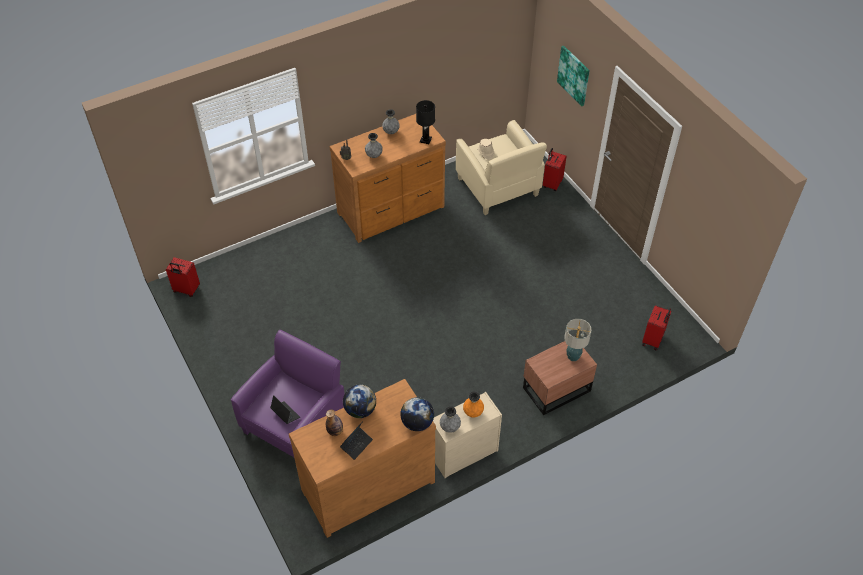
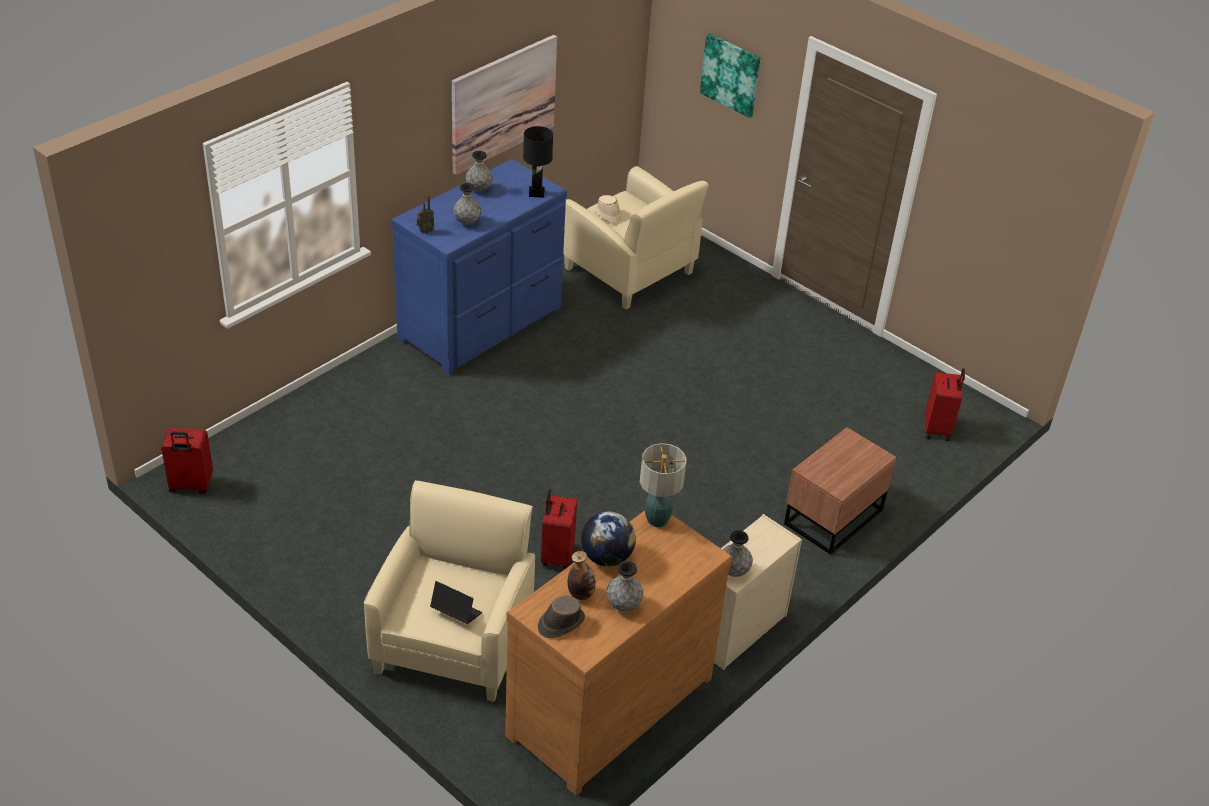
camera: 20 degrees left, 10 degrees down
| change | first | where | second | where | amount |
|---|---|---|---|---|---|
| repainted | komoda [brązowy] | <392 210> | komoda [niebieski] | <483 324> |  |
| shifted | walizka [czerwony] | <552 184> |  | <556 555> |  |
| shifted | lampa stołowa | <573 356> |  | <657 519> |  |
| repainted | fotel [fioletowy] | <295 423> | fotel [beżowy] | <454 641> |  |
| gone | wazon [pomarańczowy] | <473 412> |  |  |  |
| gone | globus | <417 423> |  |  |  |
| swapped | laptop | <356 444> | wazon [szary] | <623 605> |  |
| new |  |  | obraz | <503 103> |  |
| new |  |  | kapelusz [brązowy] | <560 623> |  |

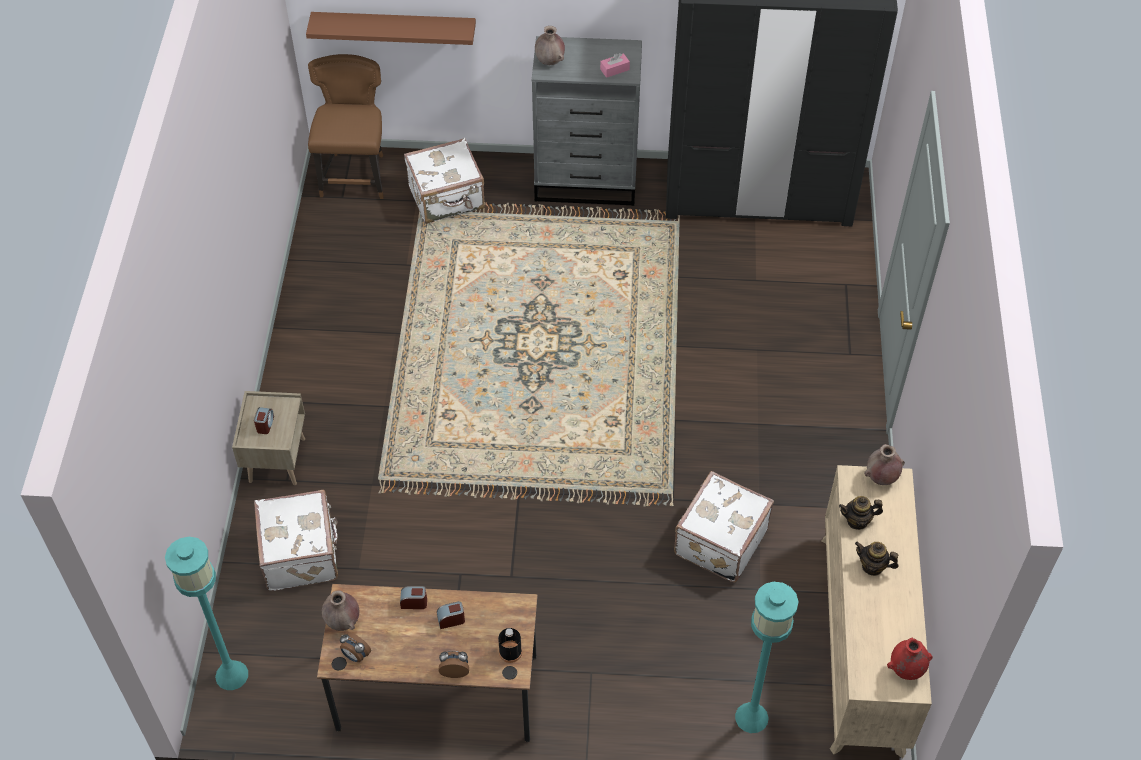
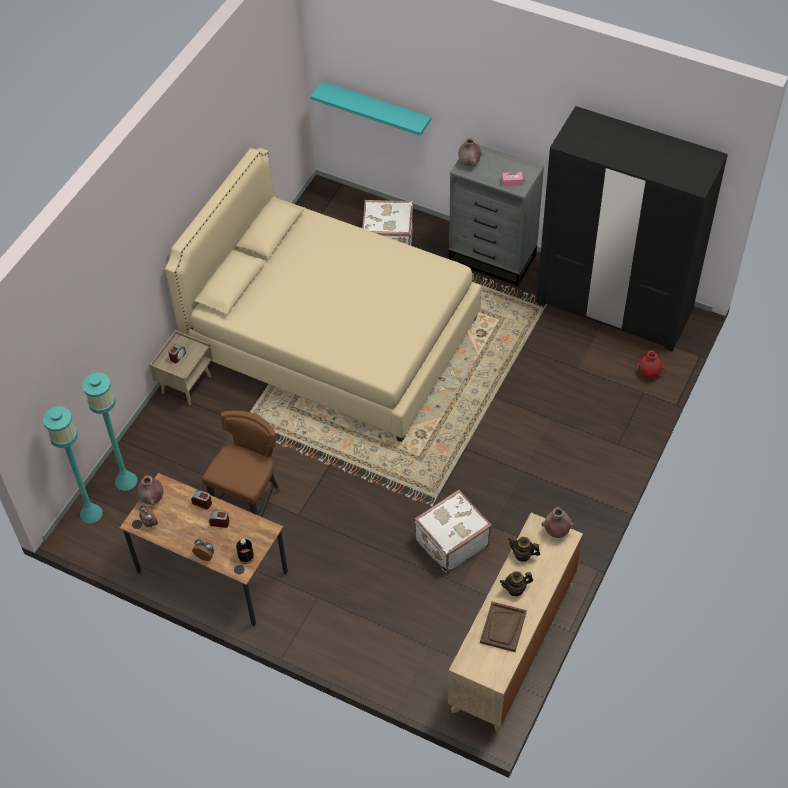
camera: 25 degrees right, 0 degrees up
| change | first | where | second | where | amount |
|---|---|---|---|---|---|
| repainted | półka [brązowy] | <394 27> | półka [turkusowy] | <376 108> |  |
| shifted | krzesło [brązowy] | <355 175> |  | <249 502> |  |
| gone | walizka [biały] | <302 554> |  |  |  |
| rotated | imbryk | <872 566> |  | <515 589> | 60 degrees counterclockwise |
| shifted | lampa stojąca [turkusowy] | <751 718> |  | <126 481> |  |
| shifted | wazon [czerwony] | <906 670> |  | <648 374> |  |
| new |  |  | łóżko [beżowy] | <333 337> |  |
| new |  |  | taca [brązowy] | <503 627> |  |

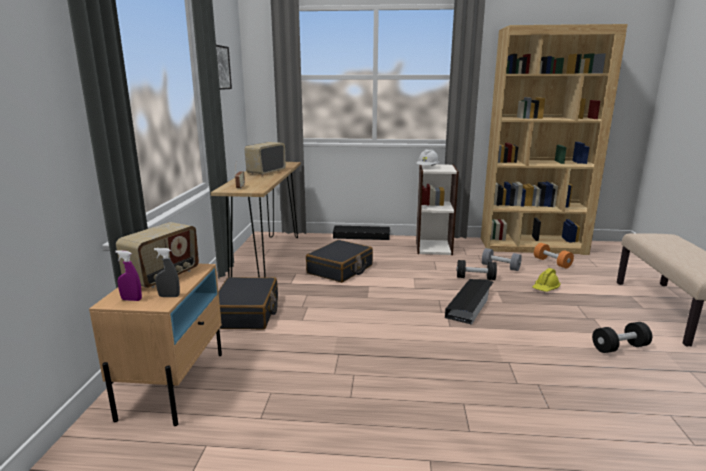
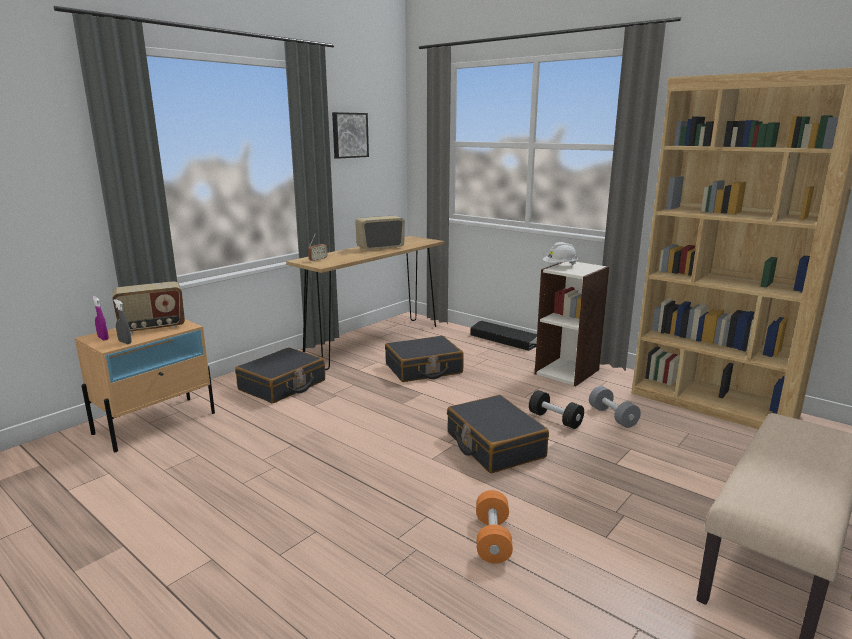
camera: 35 degrees right, 0 degrees up
| change | first | where | second | where | amount |
|---|---|---|---|---|---|
| shifted | hantel [pomarańczowy] | <552 262> |  | <492 539> |  |
| gone | kask [żółty] | <545 288> |  |  |  |
| swapped | pojemnik do przechowywania [czarny] | <470 304> | walizka [czarny] | <494 445> |  |
| gone | hantel [czarny] | <619 347> |  |  |  |

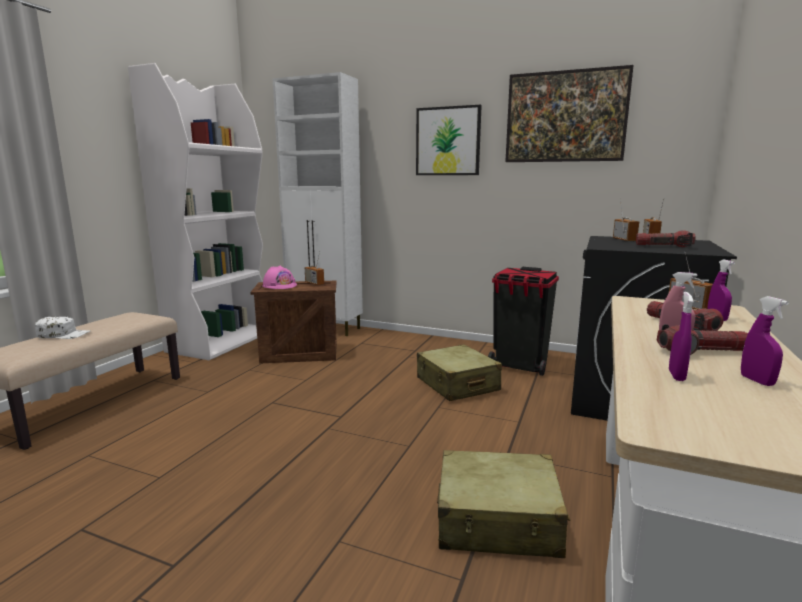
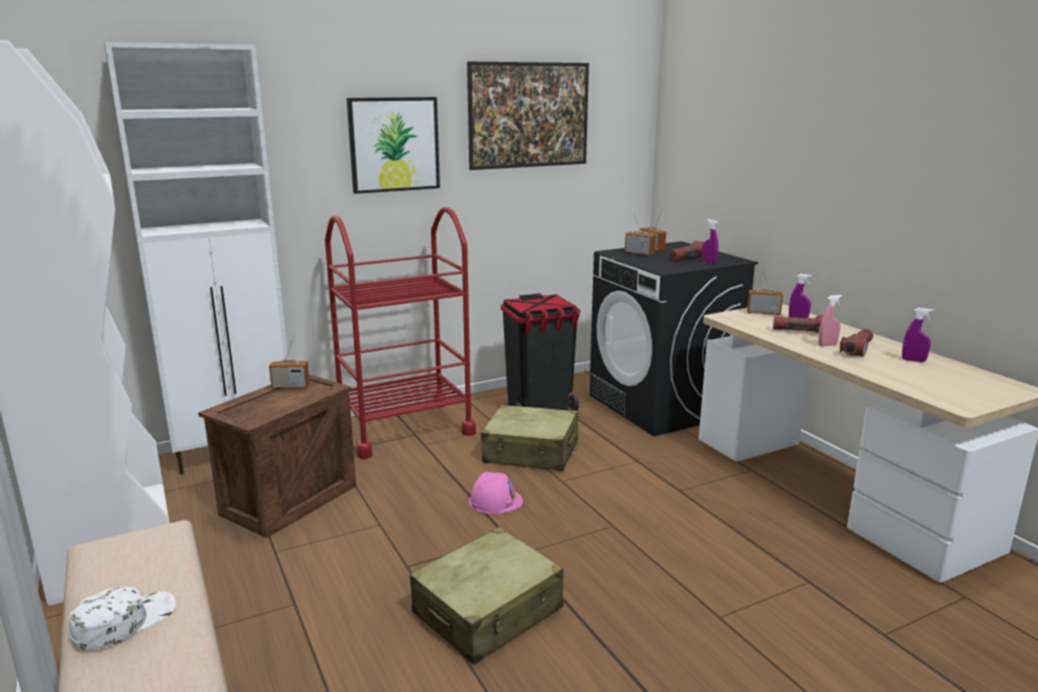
camera: 50 degrees left, 5 degrees up
| change | first | where | second | where | amount |
|---|---|---|---|---|---|
| shifted | kask [różowy] | <279 285> |  | <495 501> |  |
| shifted | spryskiwacz [fioletowy] | <676 376> |  | <709 262> |  |
| shifted | walizka [beżowy] | <498 520> |  | <488 611> |  |
| new |  |  | wózek [czerwony] | <404 428> |  |

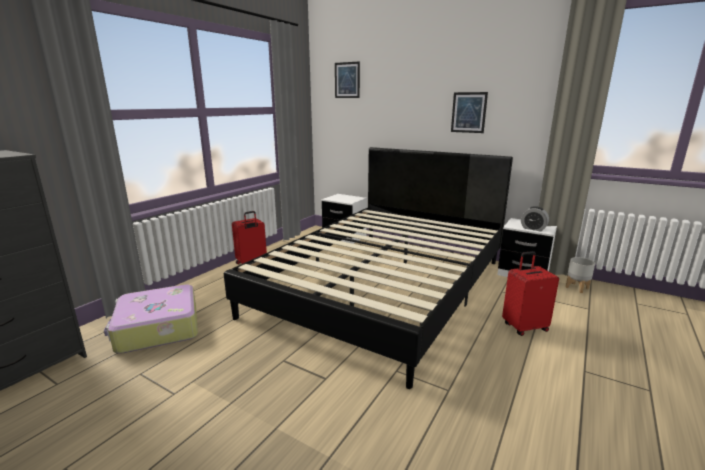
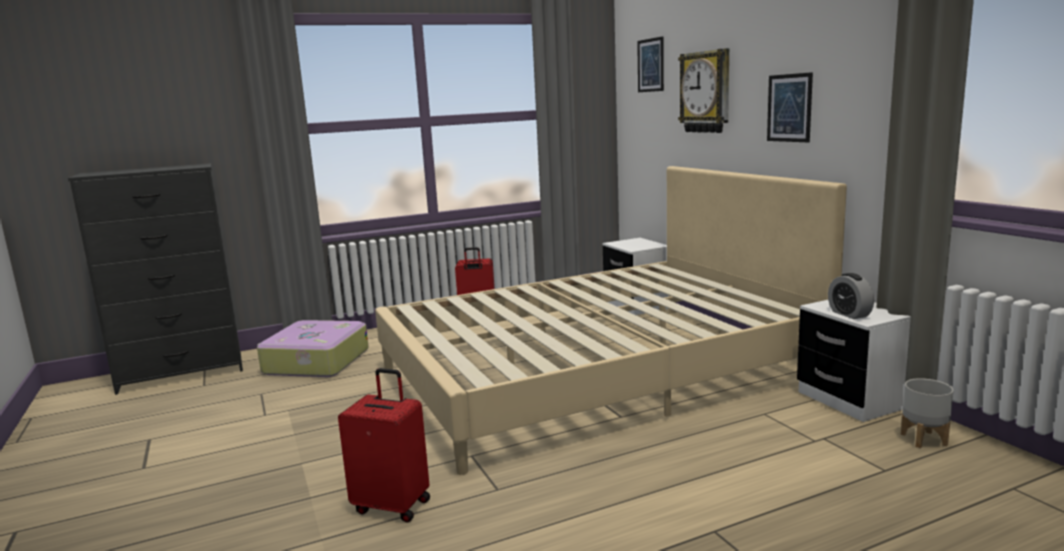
camera: 35 degrees right, 5 degrees down
| change | first | where | second | where | amount |
|---|---|---|---|---|---|
| repainted | łóżko [czarny] | <384 286> | łóżko [beżowy] | <596 372> |  |
| shifted | walizka [czerwony] | <524 327> |  | <393 505> |  |
| new |  |  | zegar ścienny | <706 92> |  |

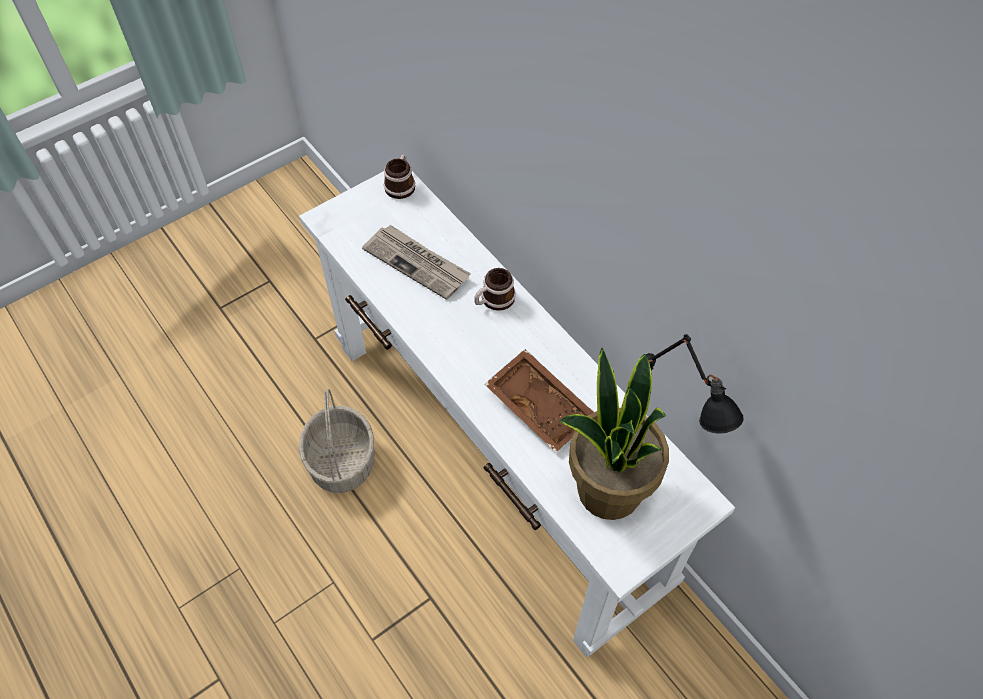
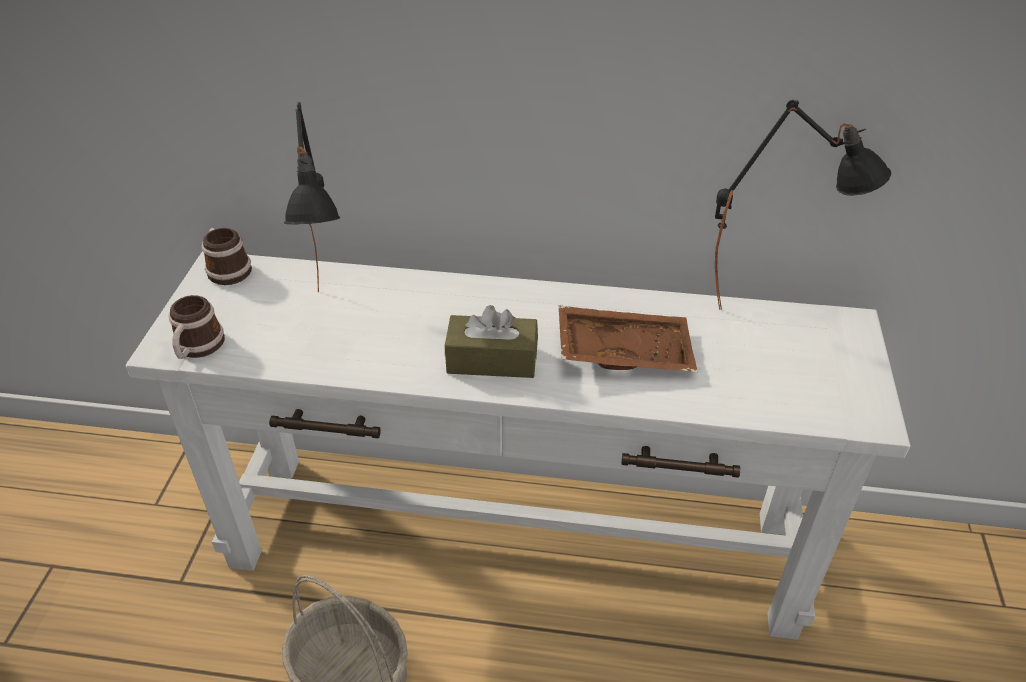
camera: 45 degrees left, 15 degrees down
| change | first | where | second | where | amount |
|---|---|---|---|---|---|
| swapped | gazeta | <417 263> | lampa stołowa [czarny] | <336 320> |  |
| shifted | kubek | <493 300> |  | <197 348> |  |
| gone | roślina doniczkowa | <607 489> |  |  |  |
| new |  |  | pudełko chusteczek [brązowy] | <492 360> |  |

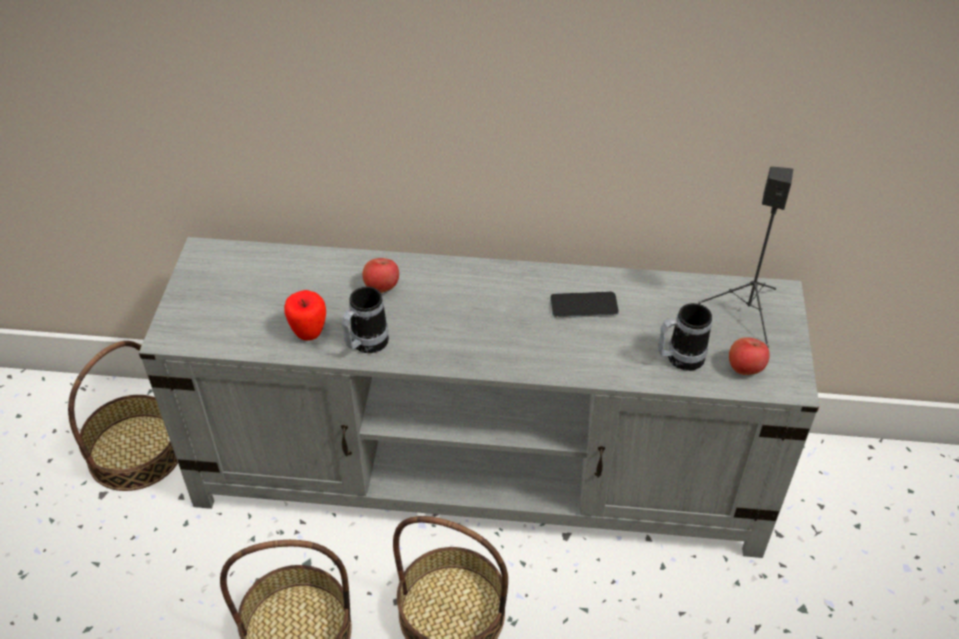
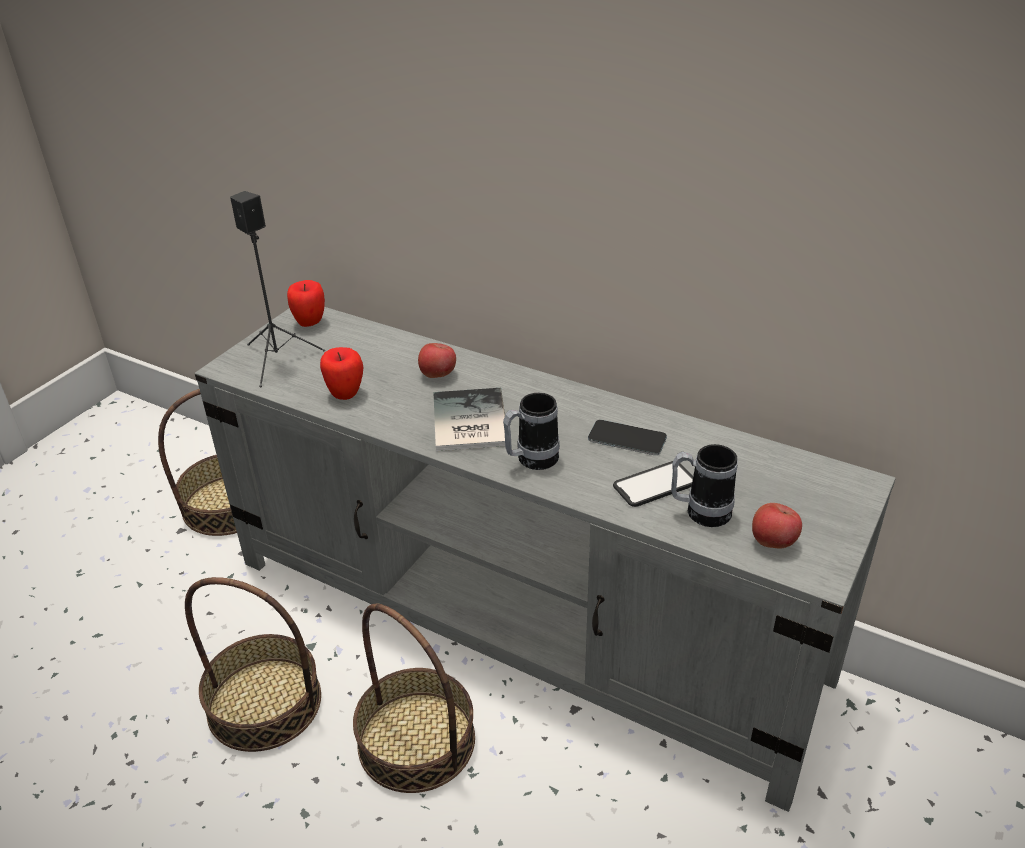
camera: 25 degrees right, 10 degrees down
| change | first | where | second | where | amount |
|---|---|---|---|---|---|
| shifted | głośnik [czarny] | <747 311> |  | <279 359> |  |
| shifted | kubek | <365 345> |  | <531 461> |  |
| new |  |  | jabłko | <310 323> |  |
| new |  |  | książka | <467 422> |  |
| new |  |  | telefon | <654 485> |  |

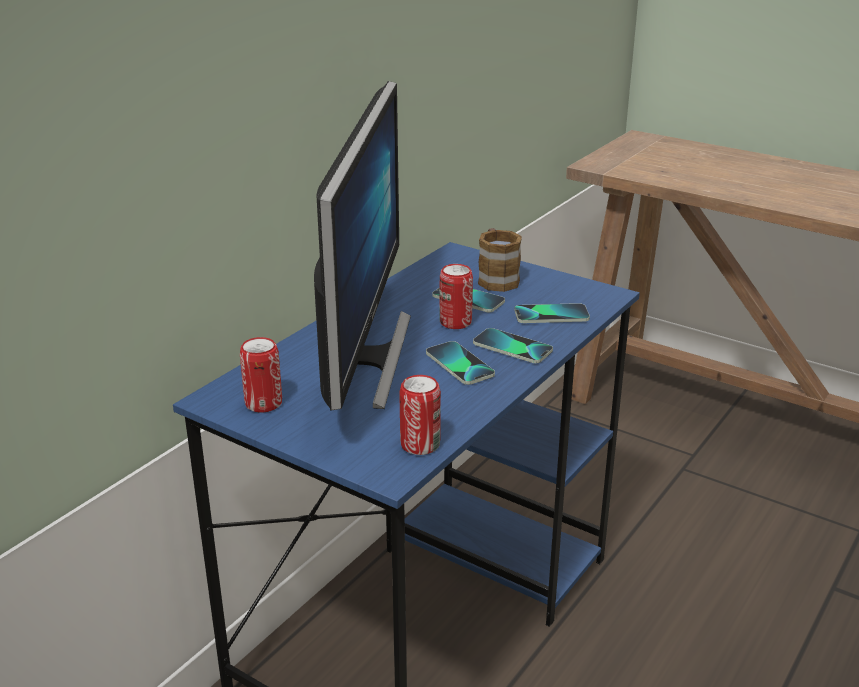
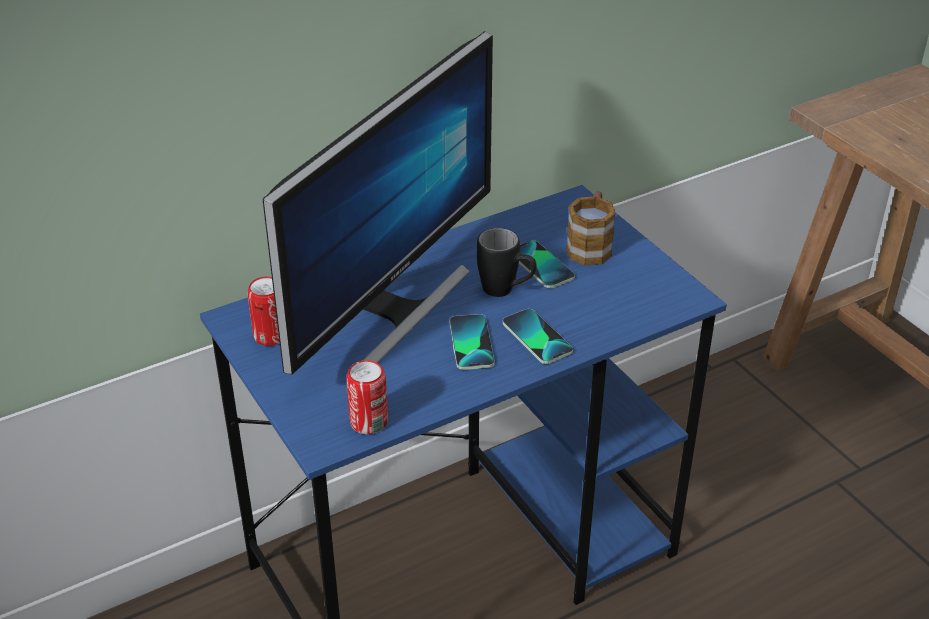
camera: 25 degrees right, 10 degrees up
| change | first | where | second | where | amount |
|---|---|---|---|---|---|
| swapped | puszka | <455 322> | kubek [czarny] | <506 291> |  |
| gone | telefon | <551 315> |  |  |  |

